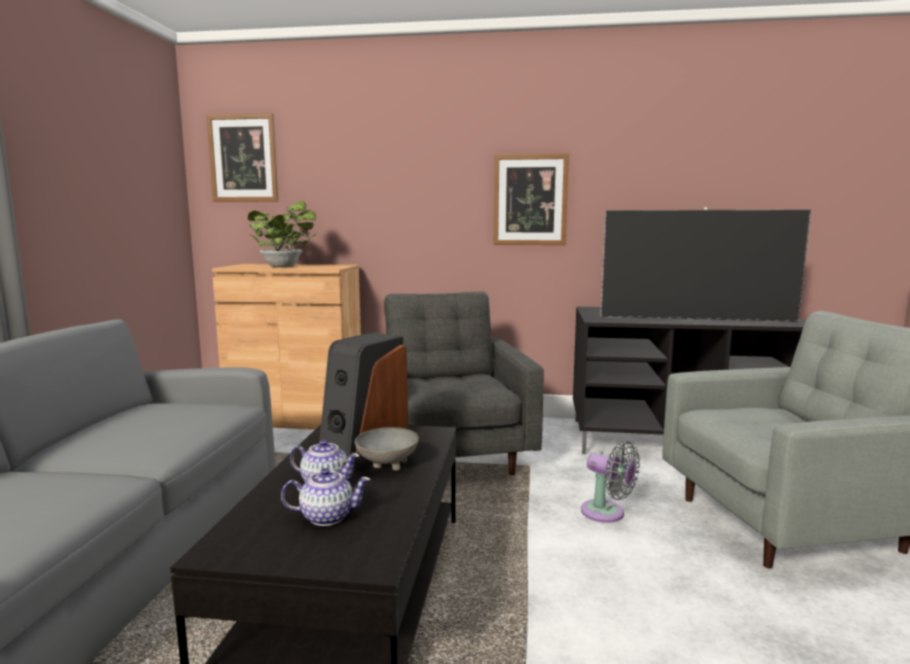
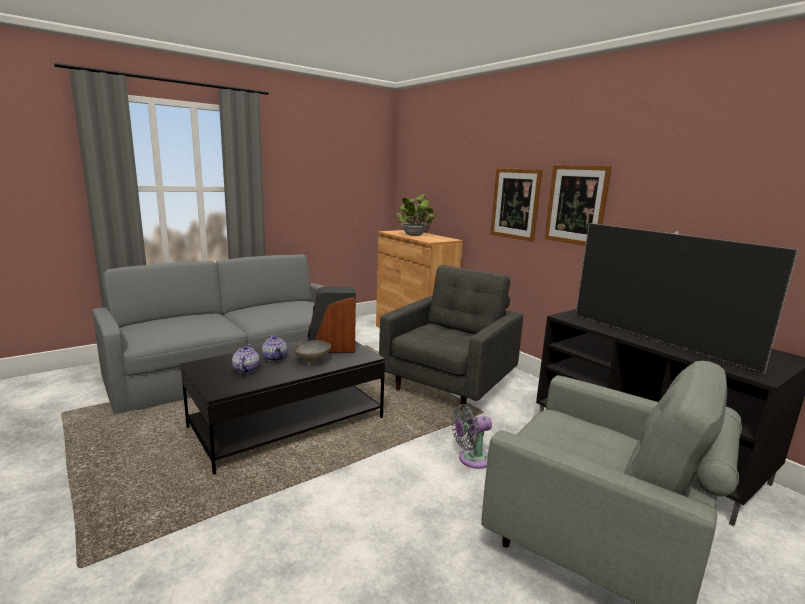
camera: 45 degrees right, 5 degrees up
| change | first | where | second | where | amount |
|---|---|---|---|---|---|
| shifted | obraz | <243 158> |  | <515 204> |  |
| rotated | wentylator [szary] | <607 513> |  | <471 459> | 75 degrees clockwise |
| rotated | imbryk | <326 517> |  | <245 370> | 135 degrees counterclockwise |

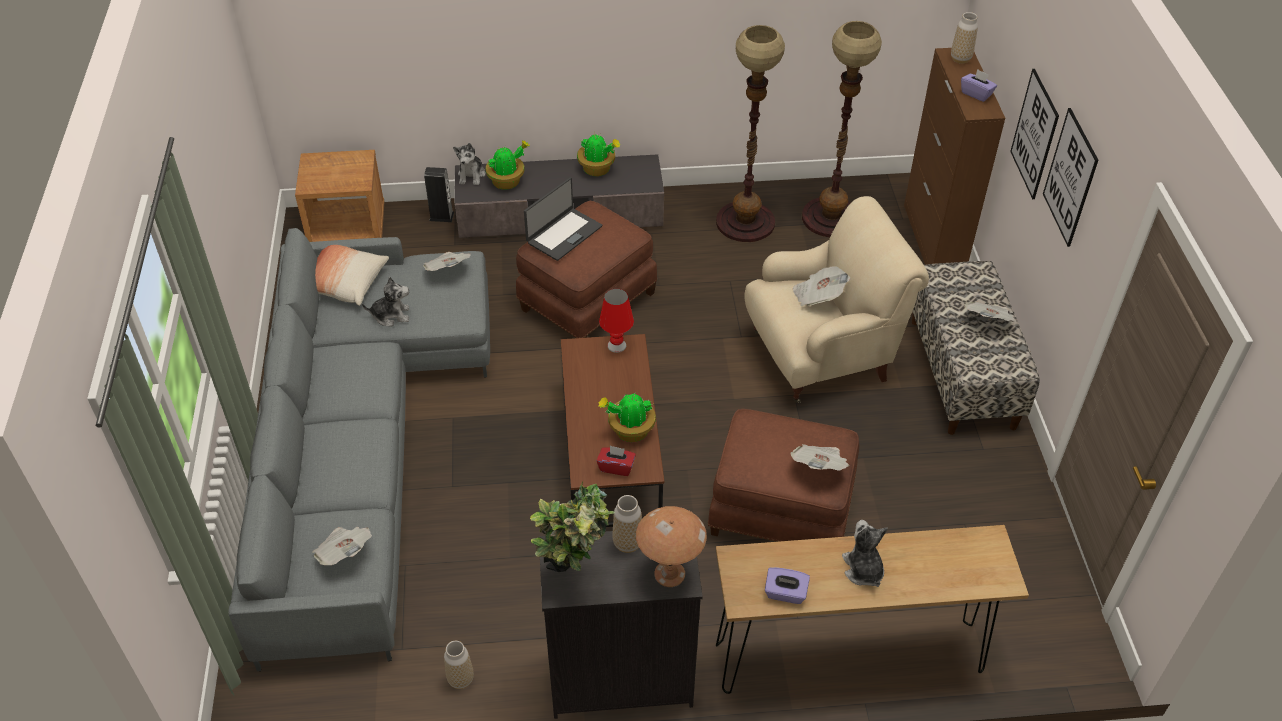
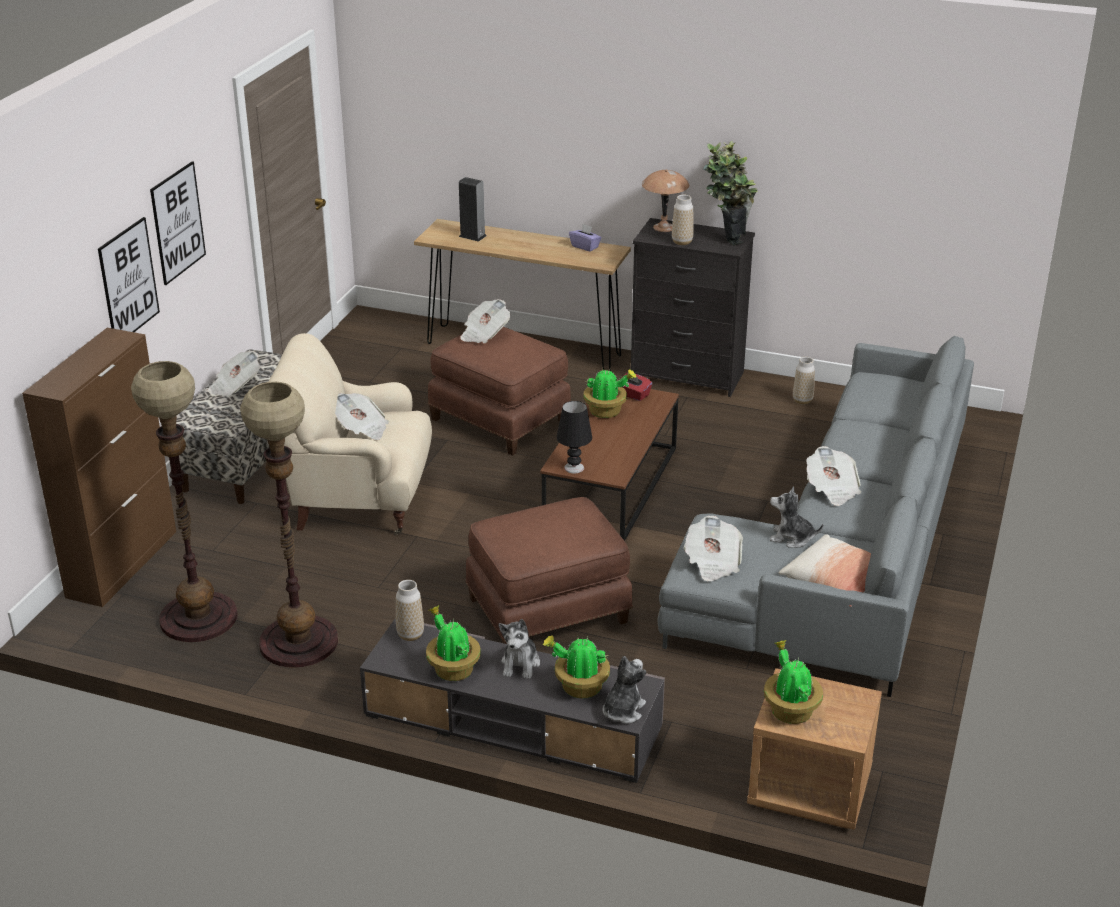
camera: 155 degrees left, 15 degrees down
| change | first | where | second | where | amount |
|---|---|---|---|---|---|
| shifted | wazon | <960 59> |  | <410 635> |  |
| gone | pudełko chusteczek [fioletowy] | <976 94> |  |  |  |
| shifted | głośnik | <441 216> |  | <472 236> |  |
| gone | laptop | <563 234> |  |  |  |
| repainted | lampa stołowa [czerwony] | <616 345> | lampa stołowa [czarny] | <574 468> |  |
| shifted | pluszak | <863 570> |  | <520 664> |  |
| shifted | gazeta | <344 553> |  | <832 489> |  |
| new |  |  | roślina doniczkowa | <790 710> |  |

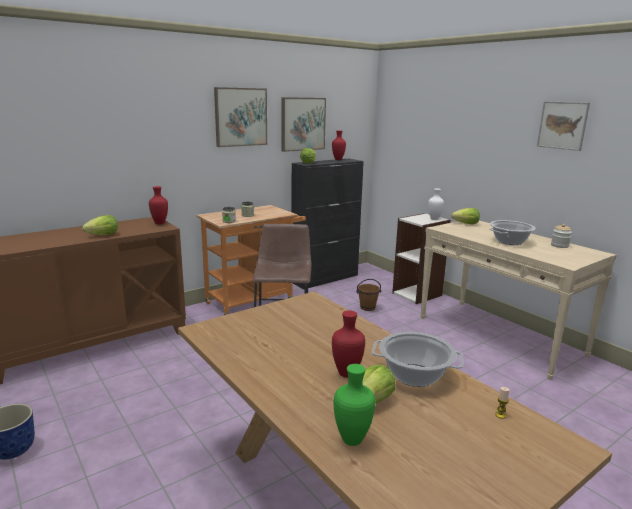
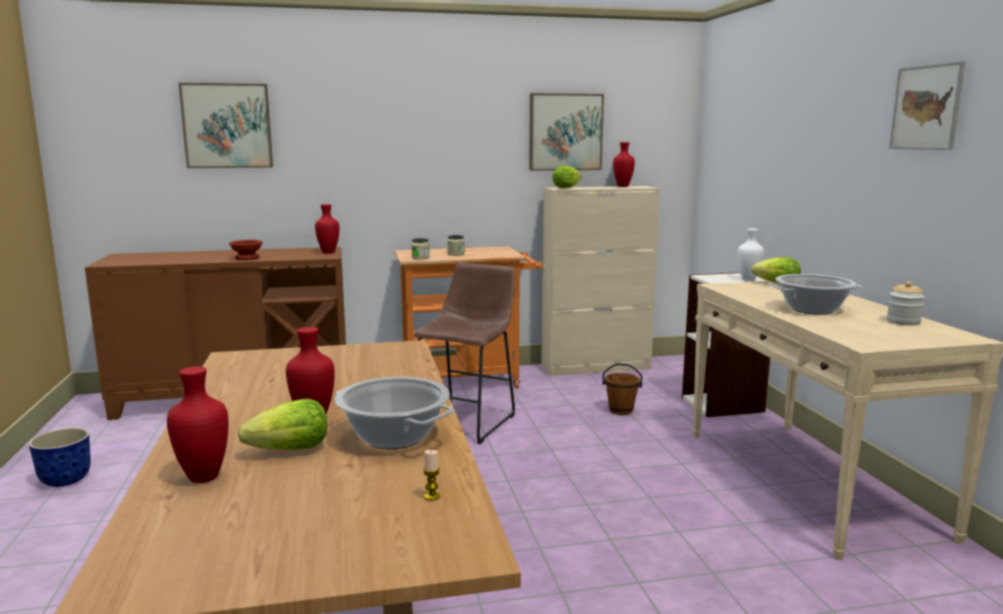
camera: 25 degrees right, 5 degrees down
| change | first | where | second | where | amount |
|---|---|---|---|---|---|
| shifted | obraz | <240 117> |  | <227 126> |  |
| repainted | szafka [czarny] | <325 278> | szafka [beżowy] | <596 367> |  |
| swapped | sałata | <103 235> | miska [brązowy] | <248 258> |  |
| repainted | wazon [zielony] | <353 439> | wazon [czerwony] | <205 477> |  |

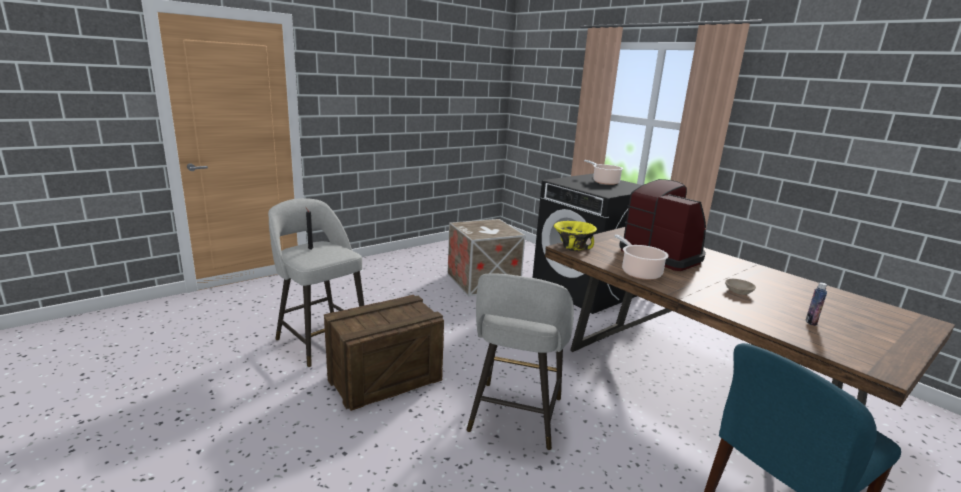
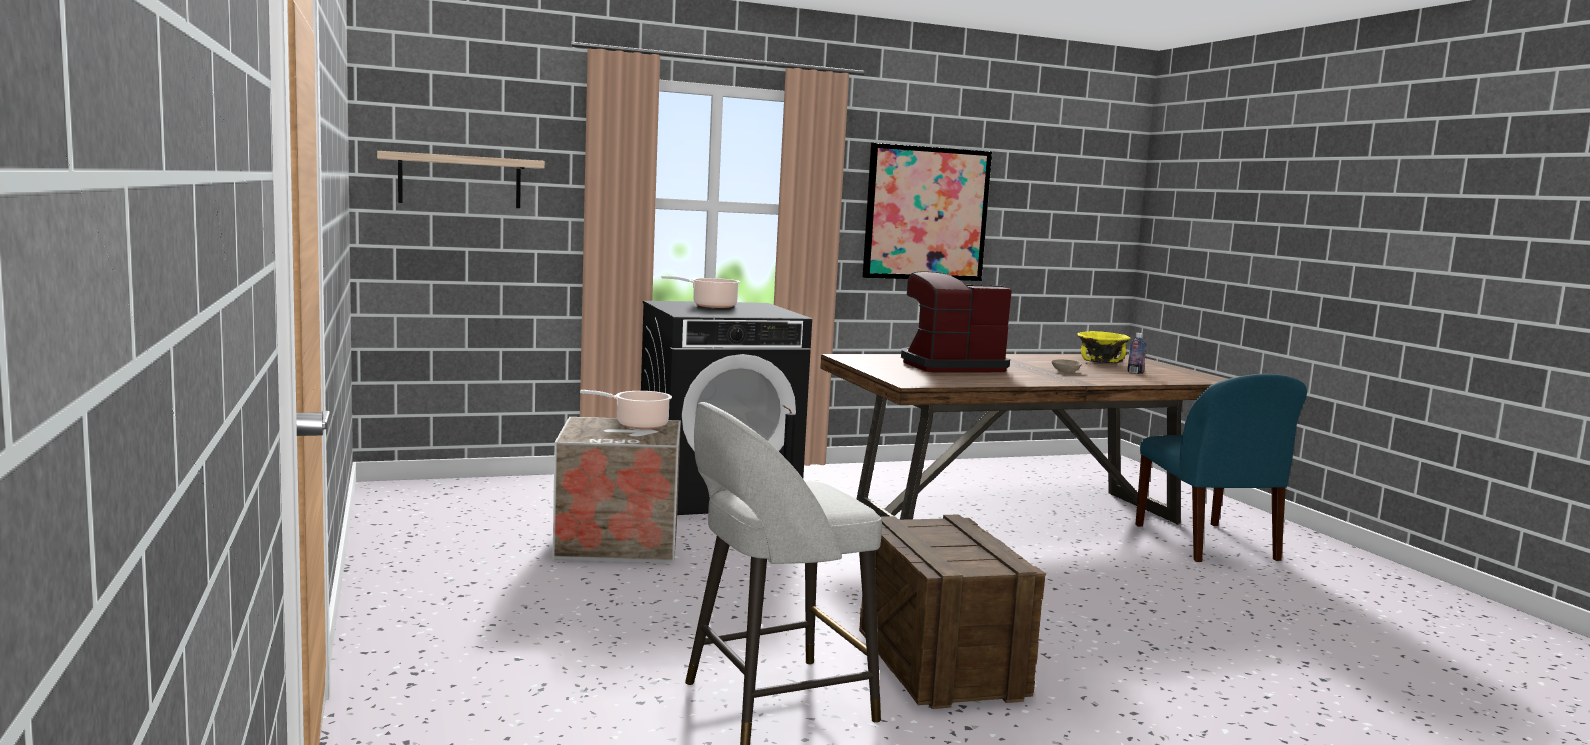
camera: 70 degrees left, 10 degrees down
| change | first | where | second | where | amount |
|---|---|---|---|---|---|
| shifted | miska [żółty] | <573 248> |  | <1101 362> |  |
| shifted | garnek | <639 272> |  | <638 425> |  |
| gone | stołek [szary] | <514 416> |  |  |  |
| new |  |  | obraz | <926 213> |  |
| new |  |  | półka | <460 181> |  |

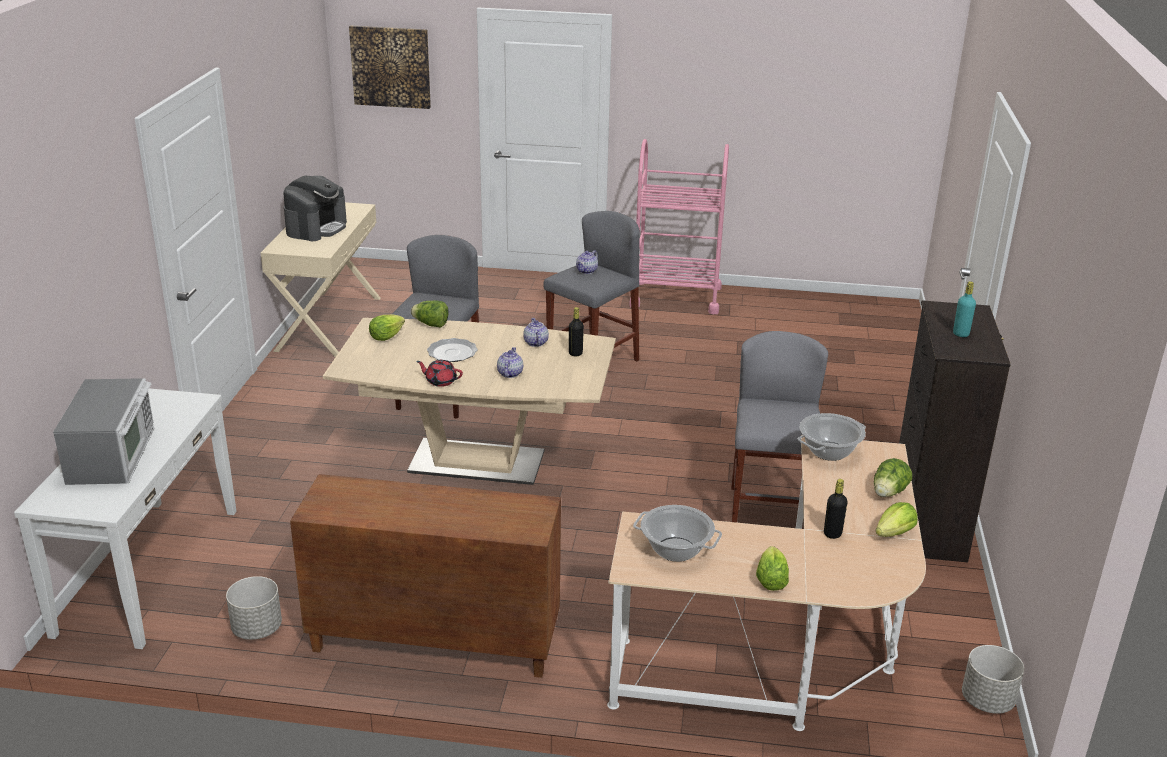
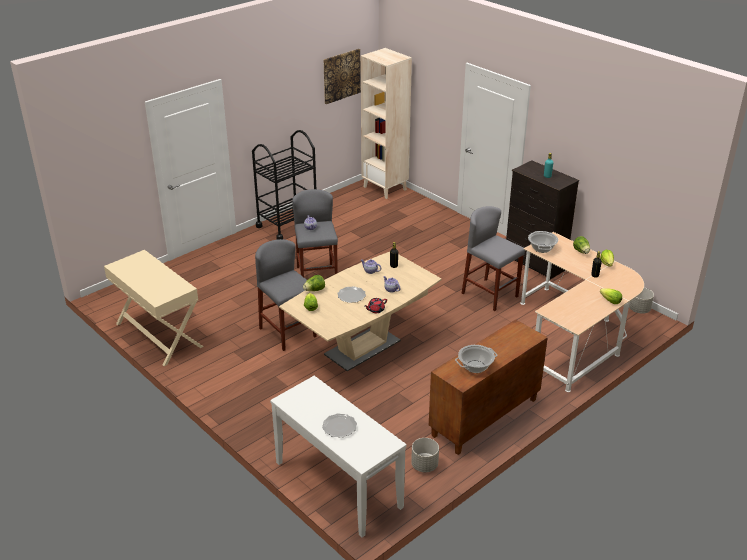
camera: 50 degrees left, 5 degrees up
| change | first | where | second | where | amount |
|---|---|---|---|---|---|
| shifted | obraz | <391 67> |  | <341 76> |  |
| repainted | wózek [różowy] | <676 297> | wózek [czarny] | <287 225> |  |
| gone | ekspres do kawy | <316 228> |  |  |  |
| swapped | mikrofalówka | <113 455> | talerz | <339 427> |  |
| shifted | garnek | <675 550> |  | <475 367> |  |
| new |  |  | regał [beżowy] | <385 188> |  |

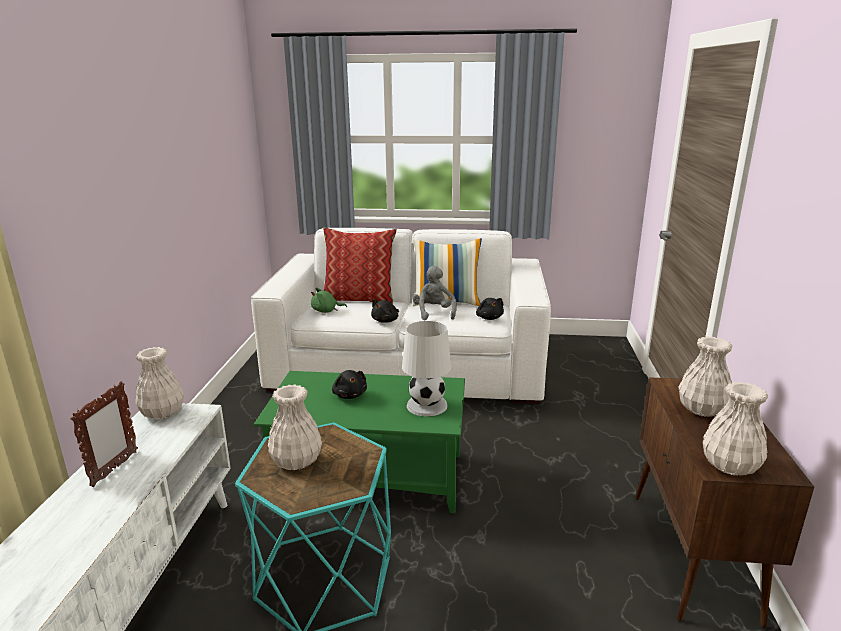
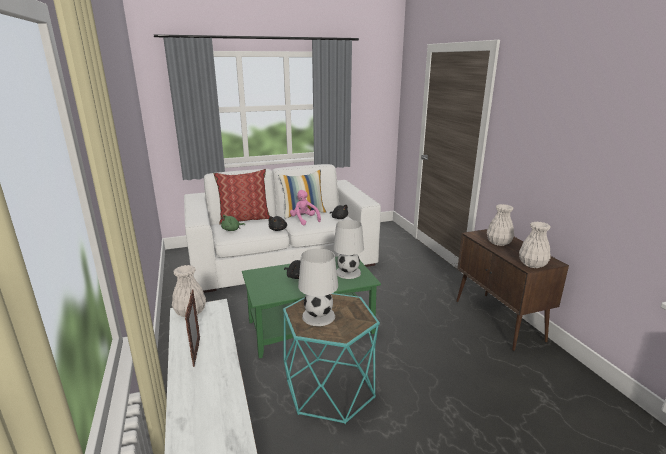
camera: 25 degrees left, 0 degrees up
| change | first | where | second | where | amount |
|---|---|---|---|---|---|
| repainted | pluszak [szary] | <434 313> | pluszak [różowy] | <304 220> |  |
| swapped | wazon [biały] | <296 461> | lampa stołowa [biały] | <318 316> |  |

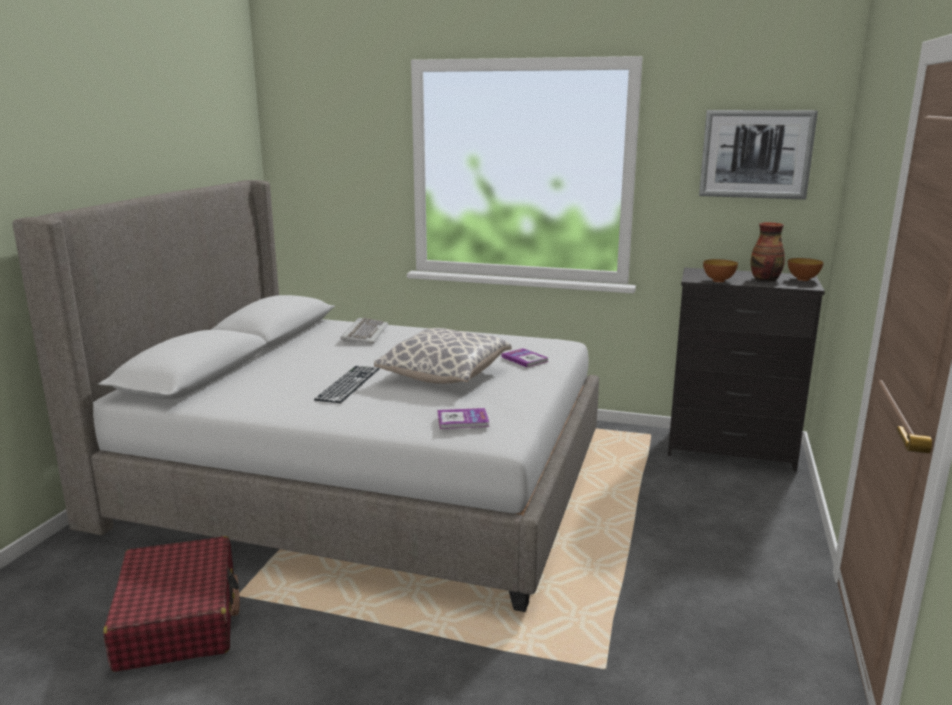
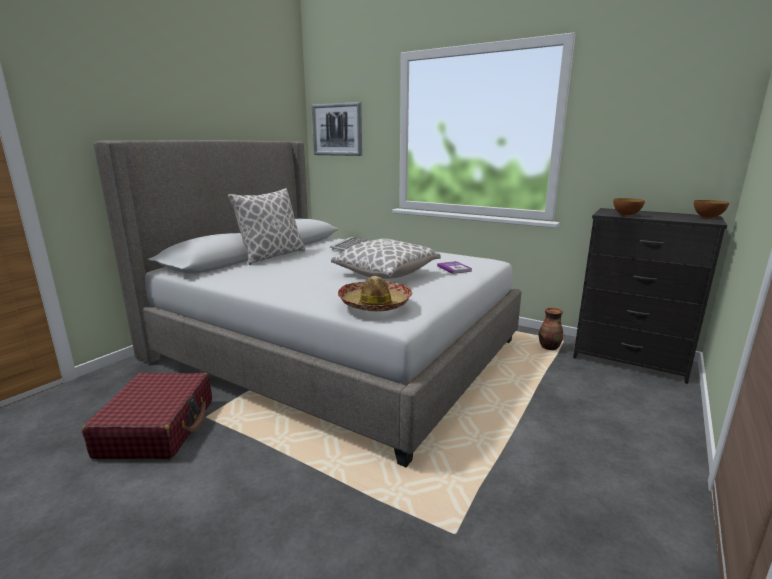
camera: 15 degrees right, 0 degrees up
| change | first | where | second | where | amount |
|---|---|---|---|---|---|
| shifted | obraz | <756 154> |  | <337 129> |  |
| shifted | wazon | <766 279> |  | <549 347> |  |
| gone | klawiatura | <348 384> |  |  |  |
| swapped | książka | <463 420> | kapelusz | <375 304> |  |
| new |  |  | poduszka | <272 256> |  |

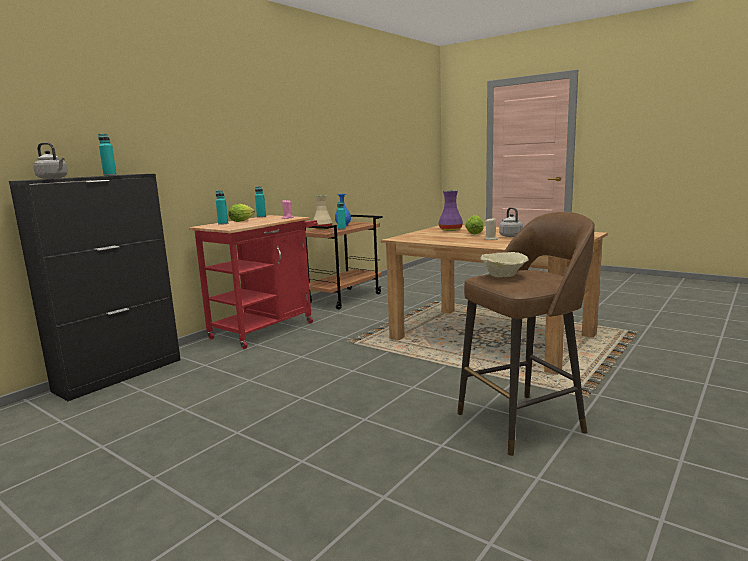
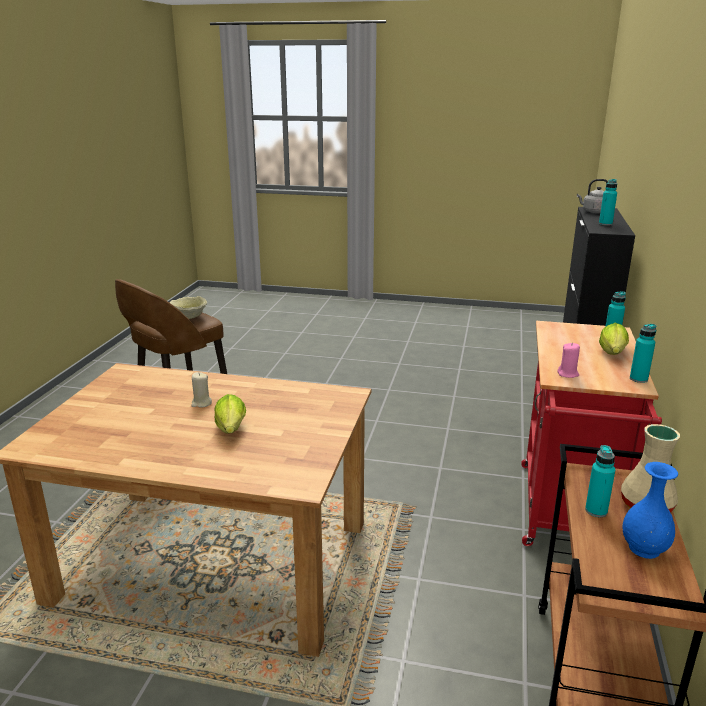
camera: 155 degrees right, 10 degrees up
| change | first | where | second | where | amount |
|---|---|---|---|---|---|
| gone | wazon [fioletowy] | <450 230> |  |  |  |
| gone | czajnik [szary] | <510 236> |  |  |  |

